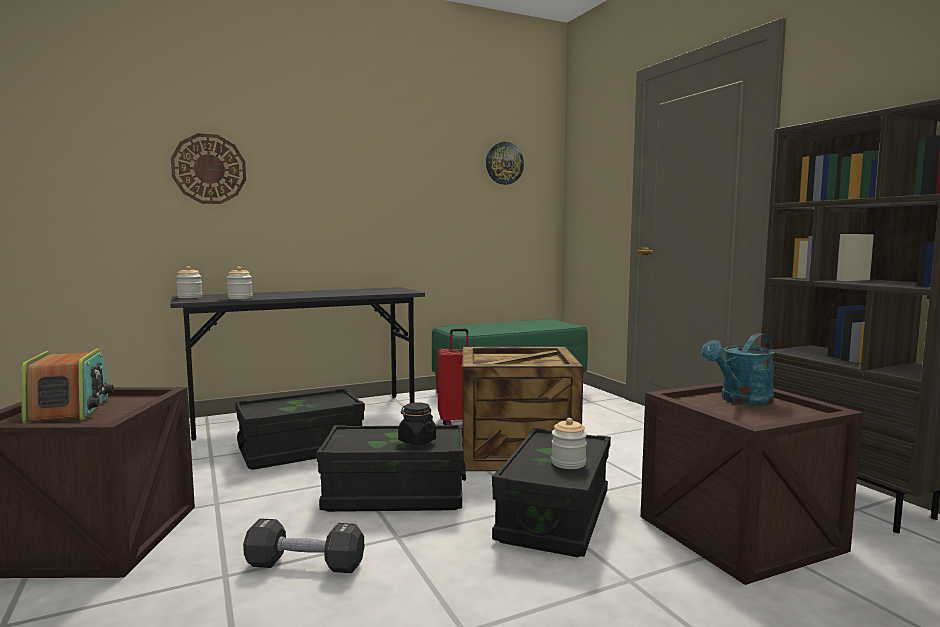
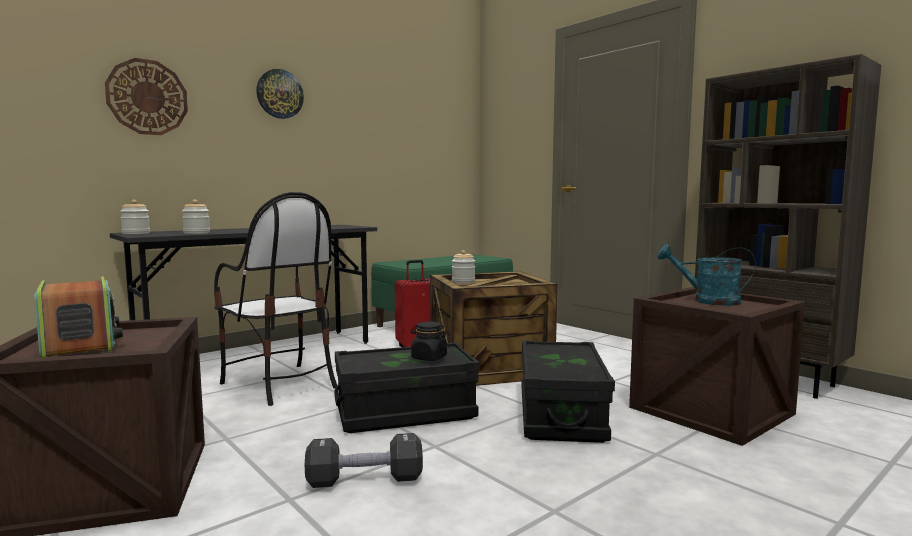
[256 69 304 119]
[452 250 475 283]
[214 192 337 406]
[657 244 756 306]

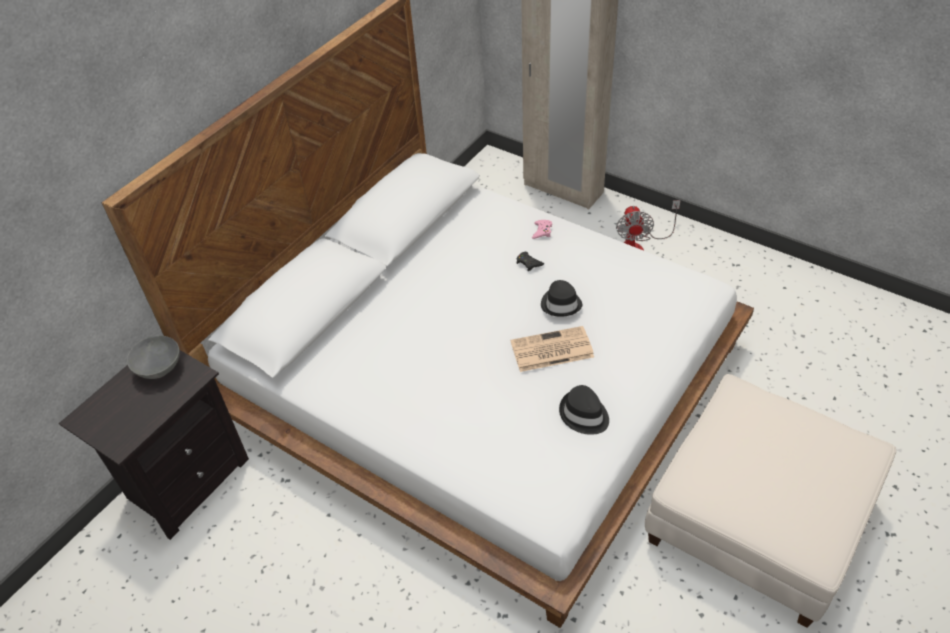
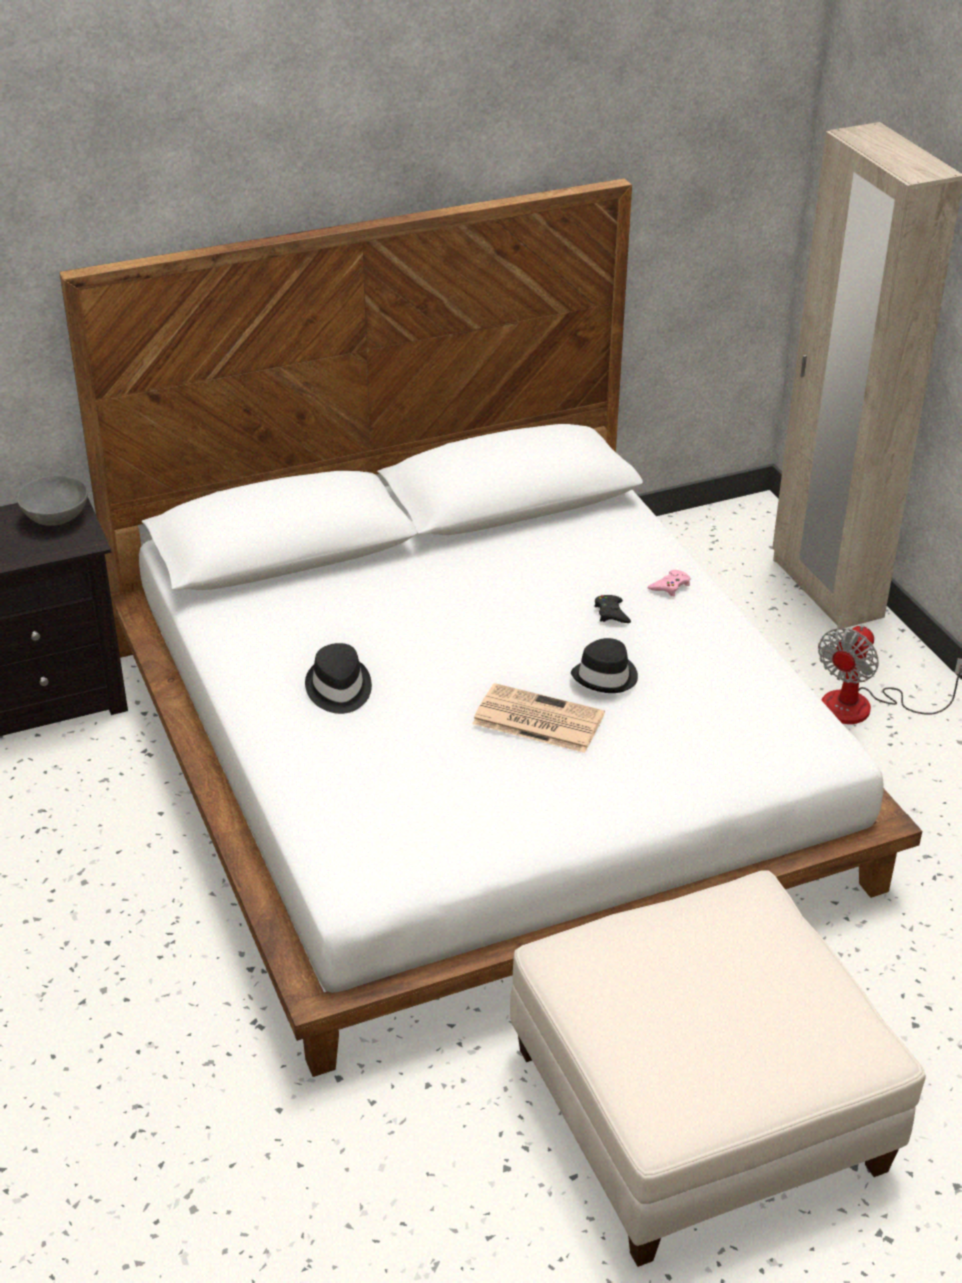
[305 643 372 714]

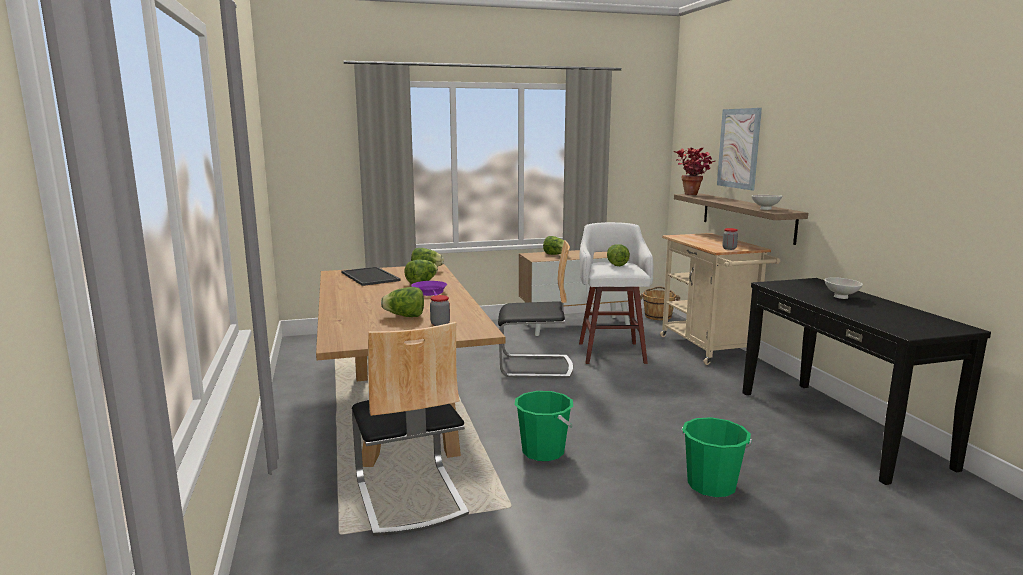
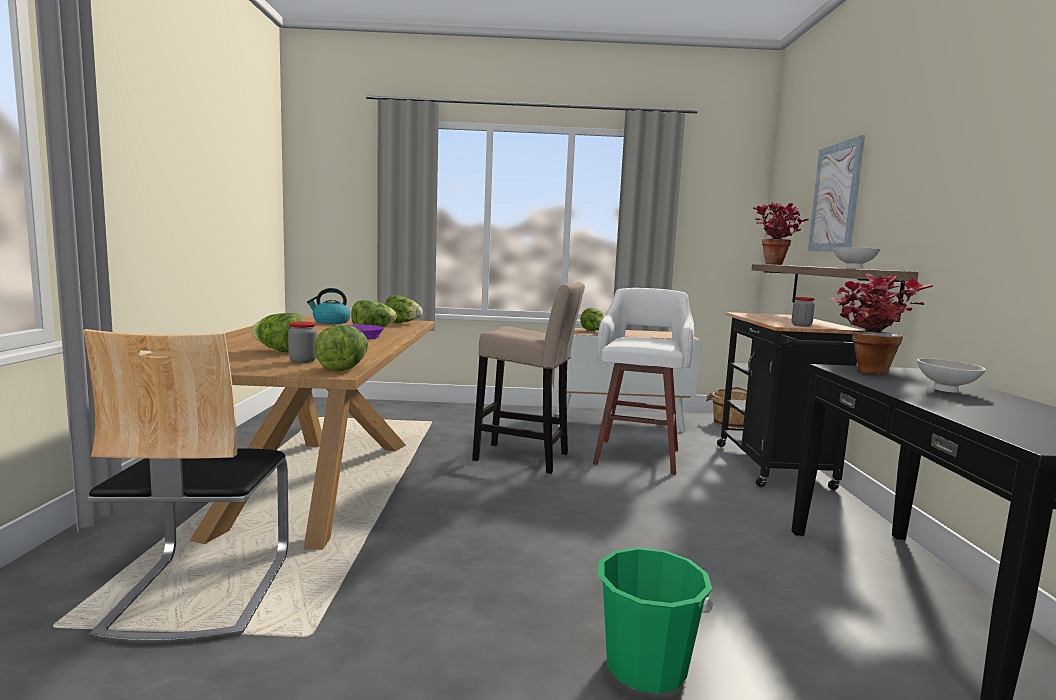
[515 391 573 461] (first image)
[830 274 934 375]
[314 325 368 371]
[307 288 351 324]
[472 282 585 474]
[717 312 865 490]

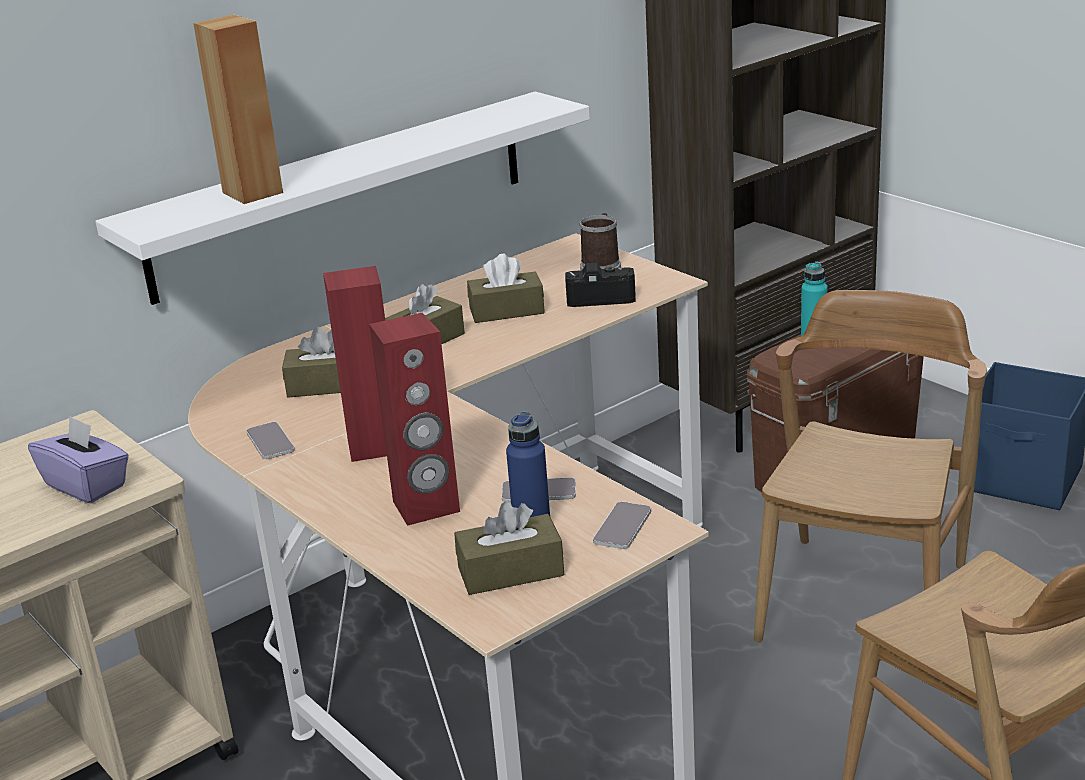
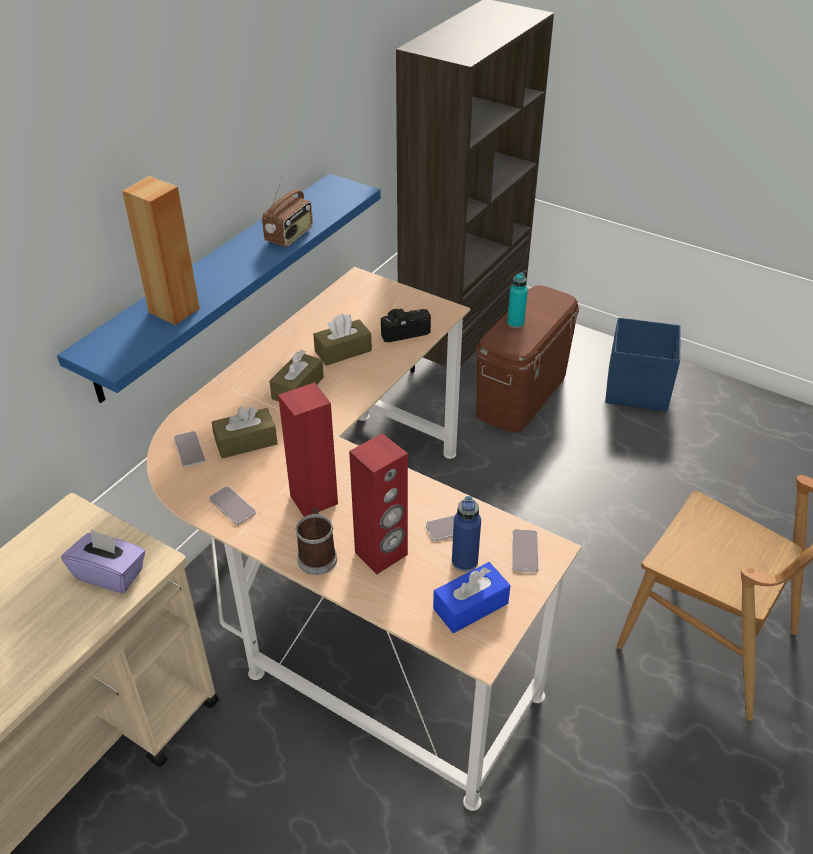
[754 290 987 643] (first image)
[174 431 205 467]
[262 175 313 247]
[296 508 337 575]
[57 174 381 403]
[433 562 511 633]

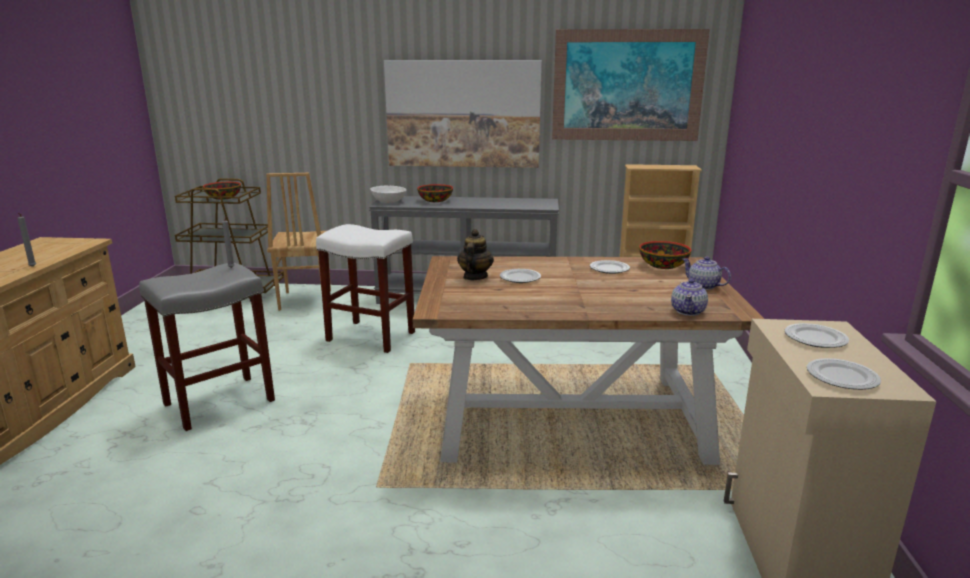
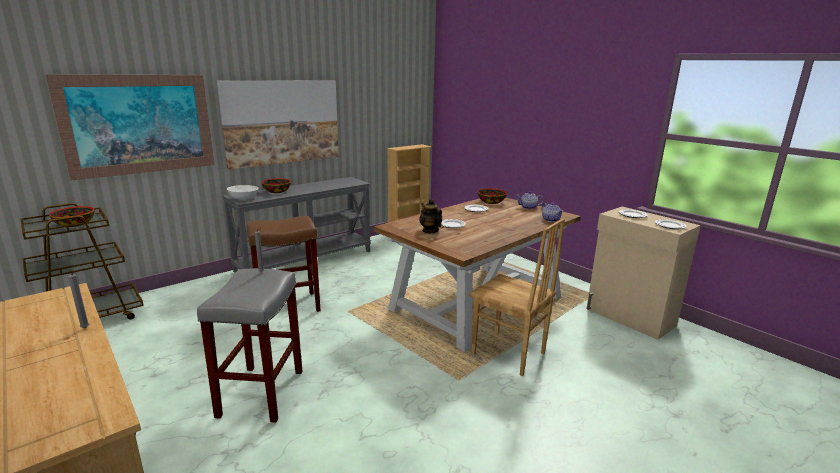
[469 218 565 377]
[46 74 214 180]
[247 216 321 312]

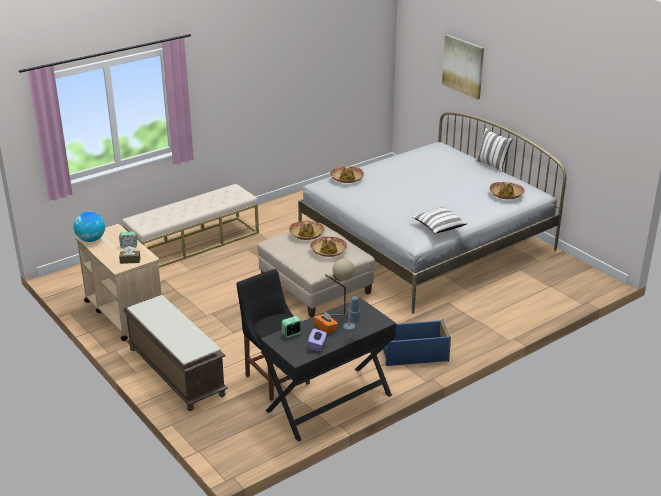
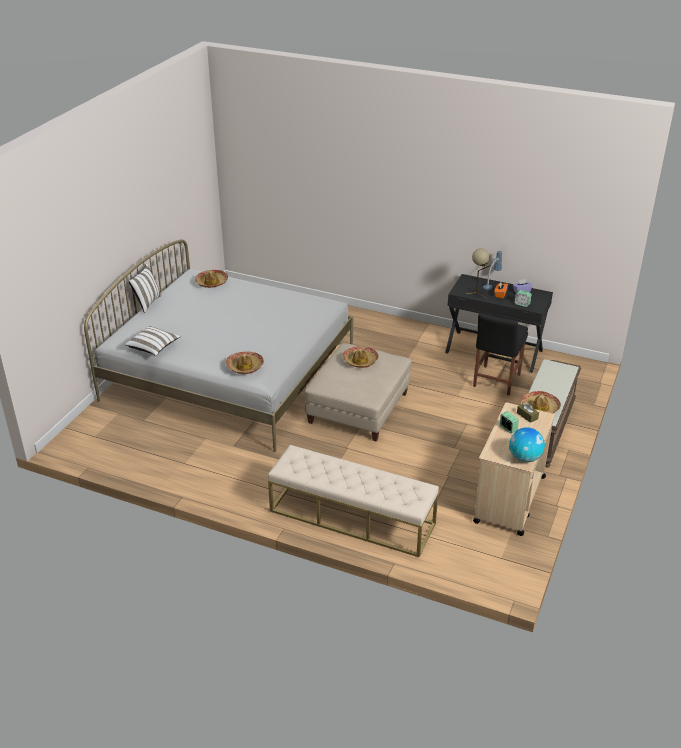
[382 319 451 366] (first image)
[442 34 484 99] (first image)
[521 391 561 414]
[125 326 181 356]

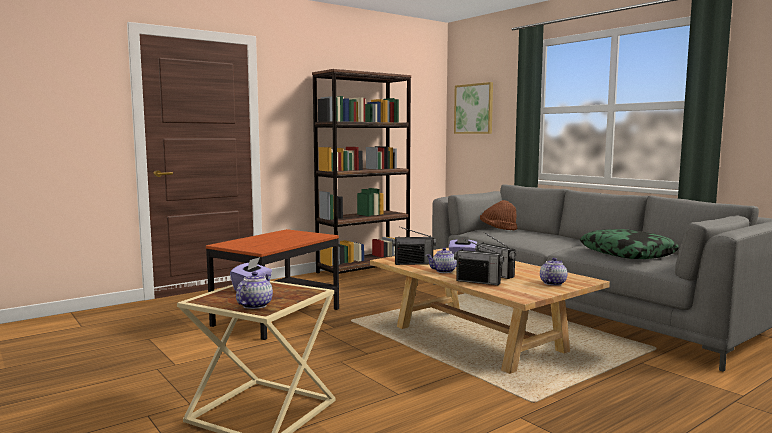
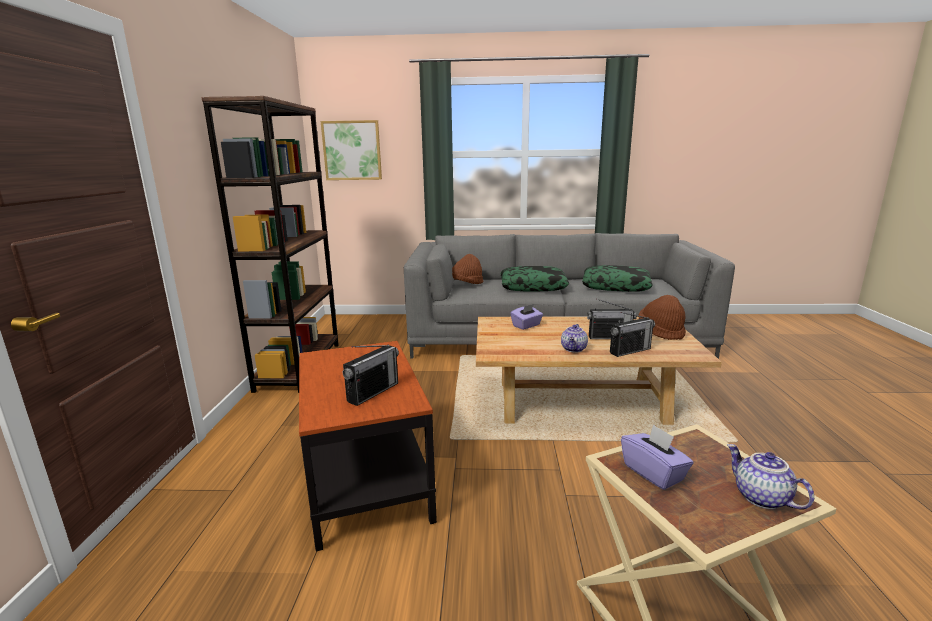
[500 266 569 292]
[342 345 399 406]
[639 295 686 340]

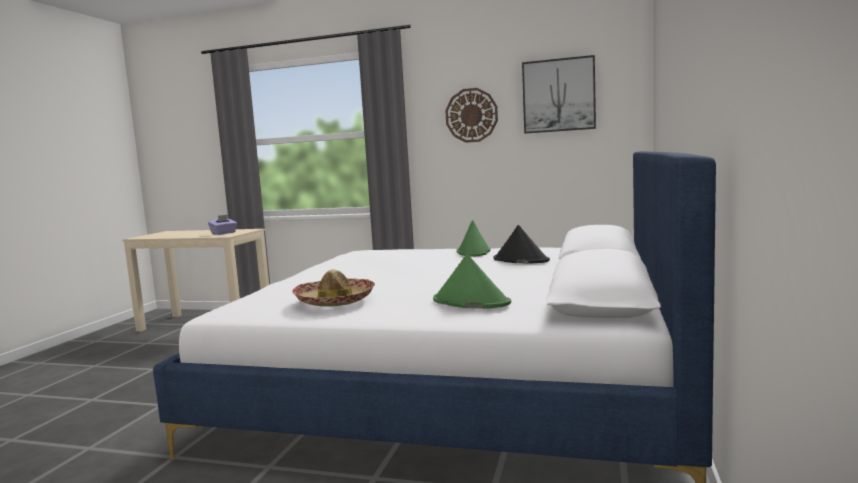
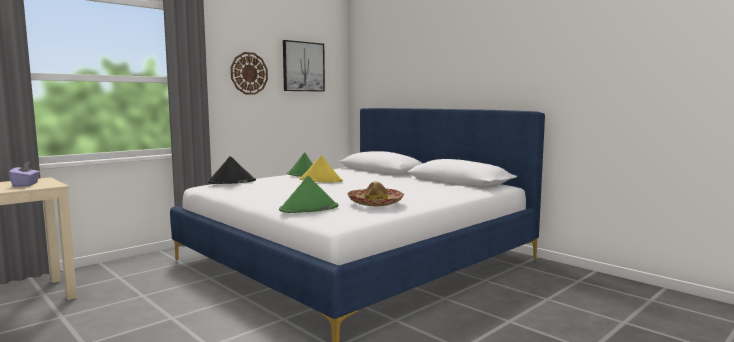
[299 155 343 182]
[279 176 338 213]
[208 156 256 184]

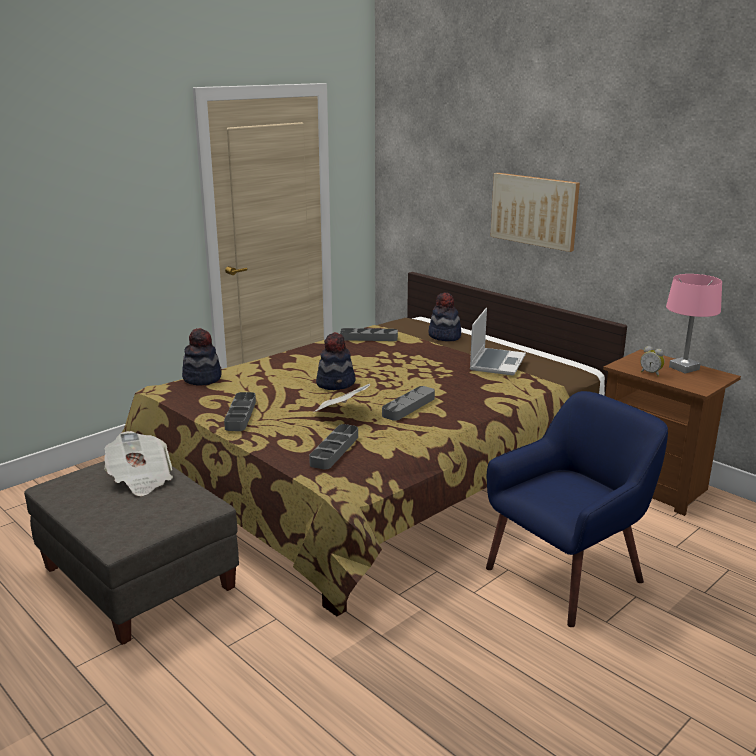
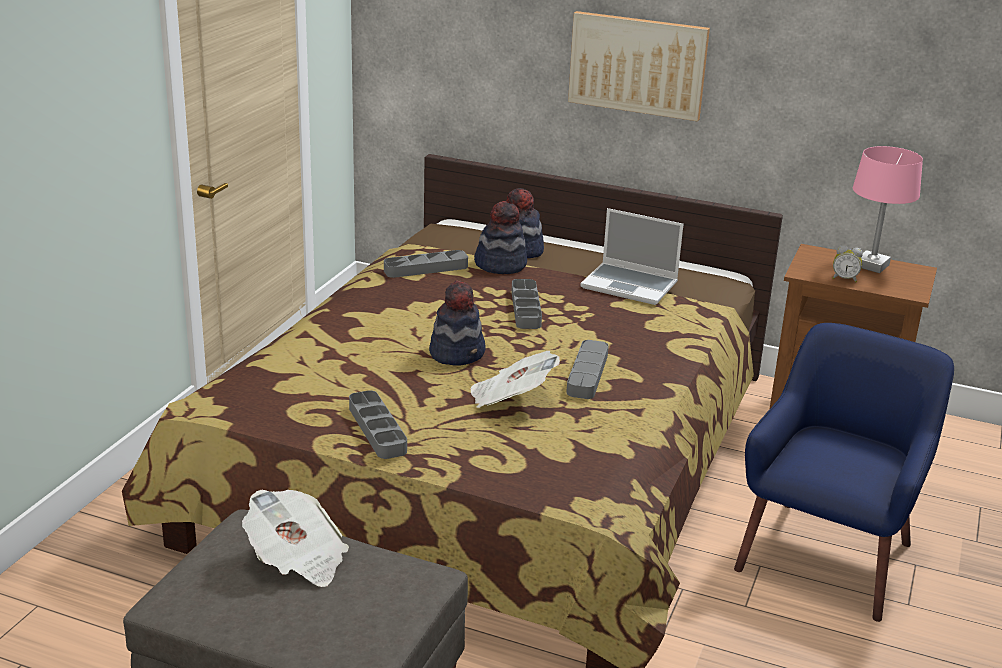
[474 201 527 274]
[512 279 542 329]
[580 208 683 305]

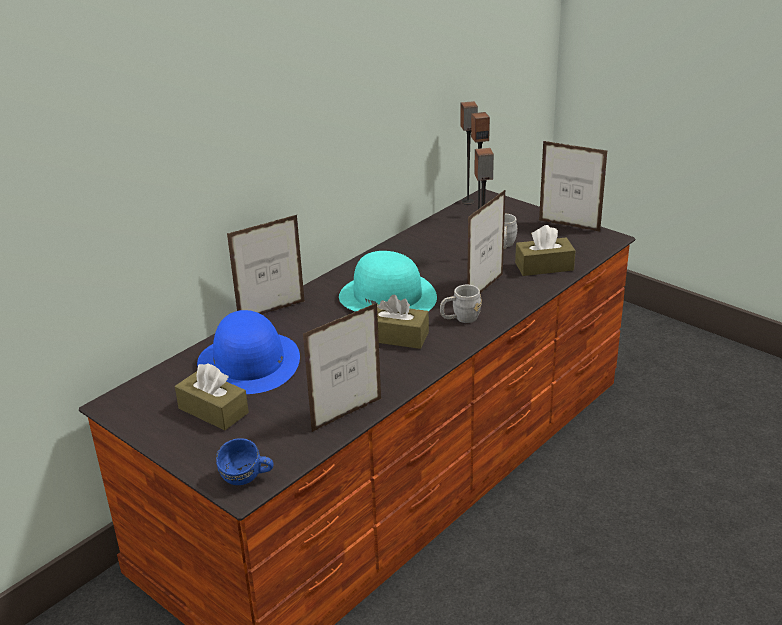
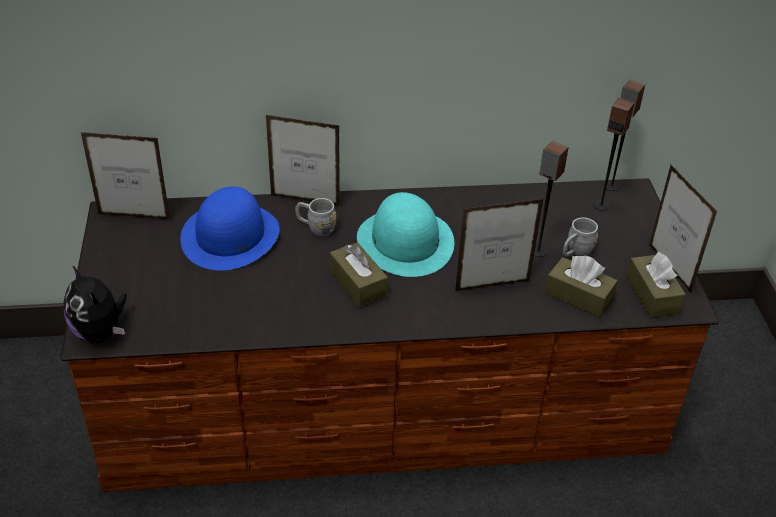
[626 252 686 318]
[81 132 171 220]
[295 198 336 237]
[63 265 127 343]

